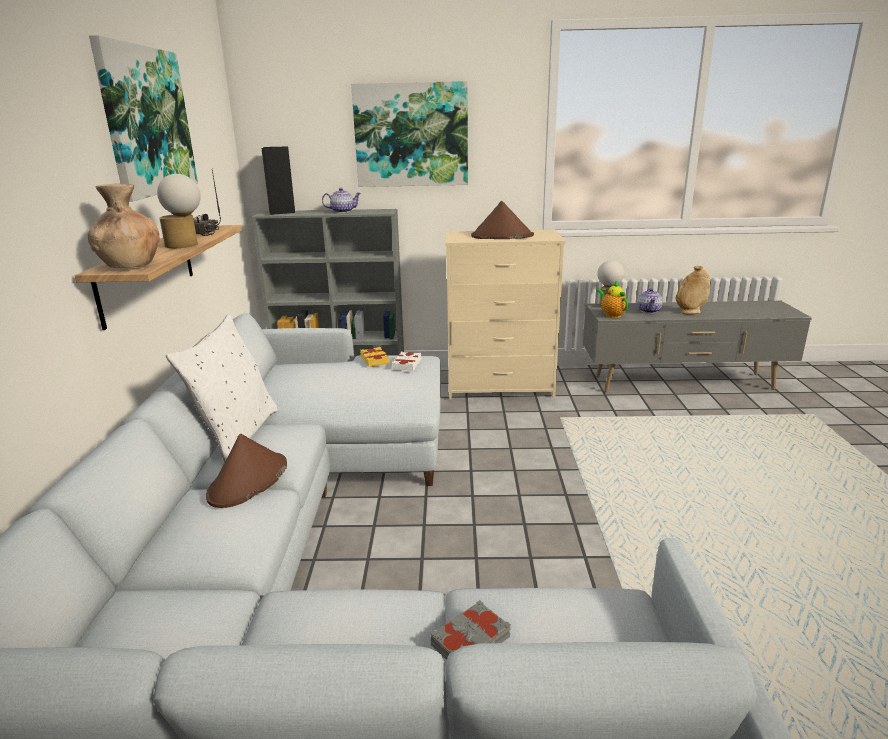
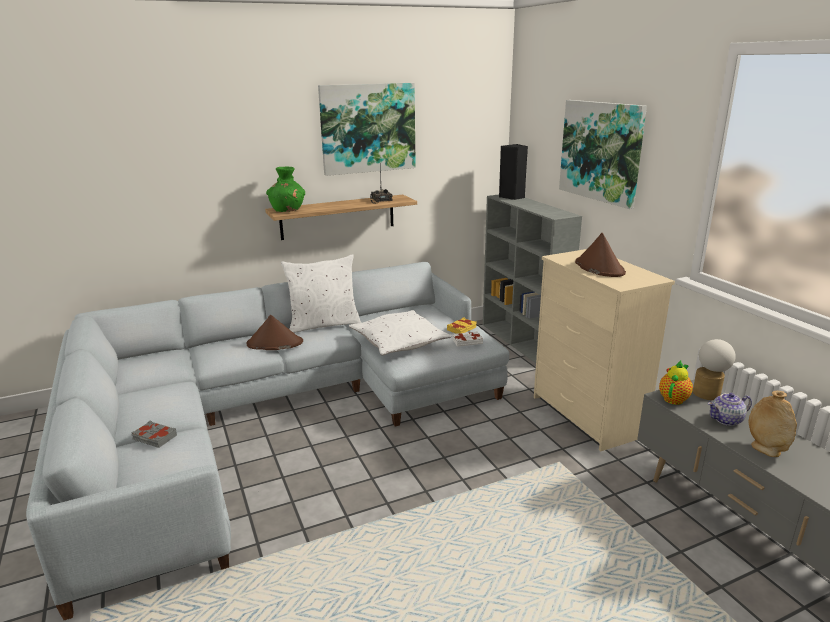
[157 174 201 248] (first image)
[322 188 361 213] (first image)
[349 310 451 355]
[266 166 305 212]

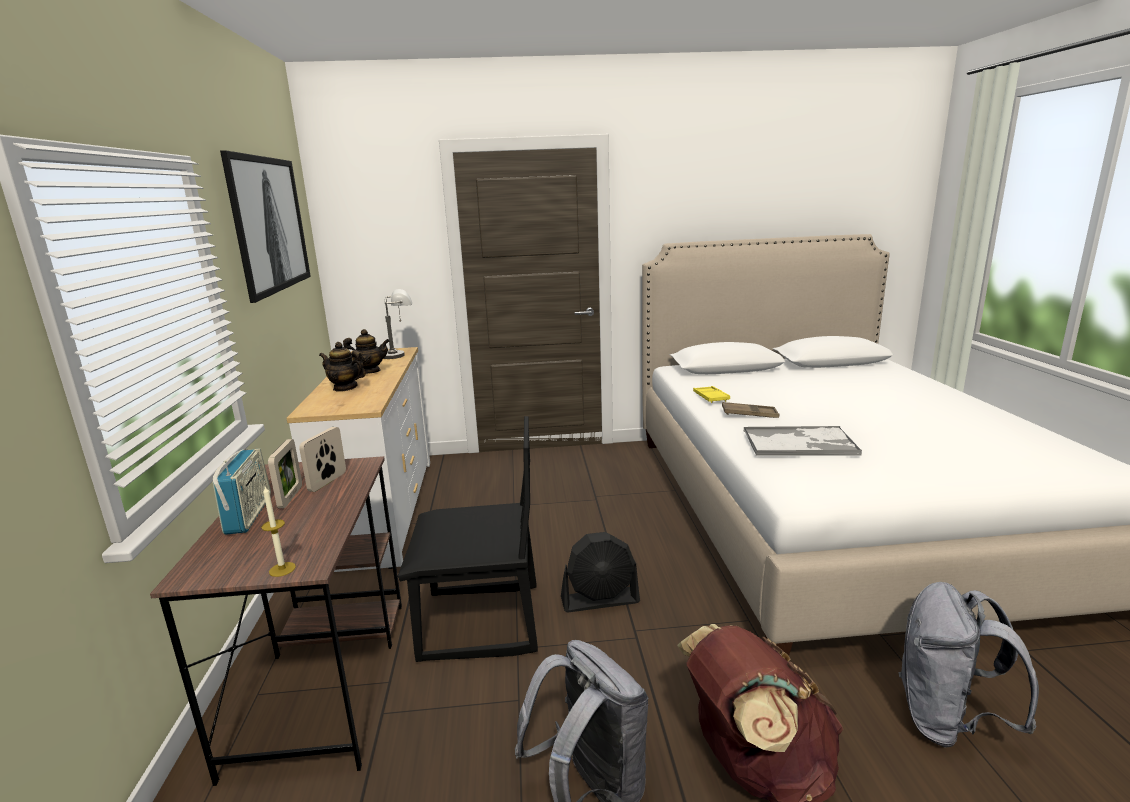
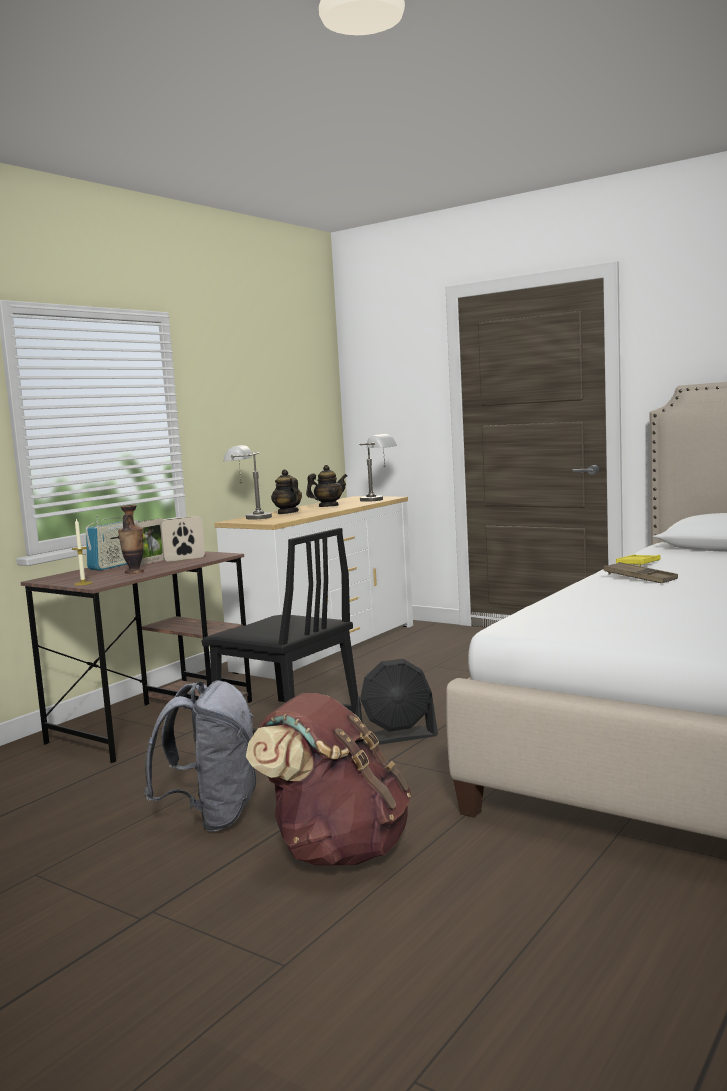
[220 150 311 303] (first image)
[743 426 862 456] (first image)
[898 582 1039 748] (first image)
[118 505 144 574]
[223 445 272 520]
[306 465 347 507]
[355 659 438 746]

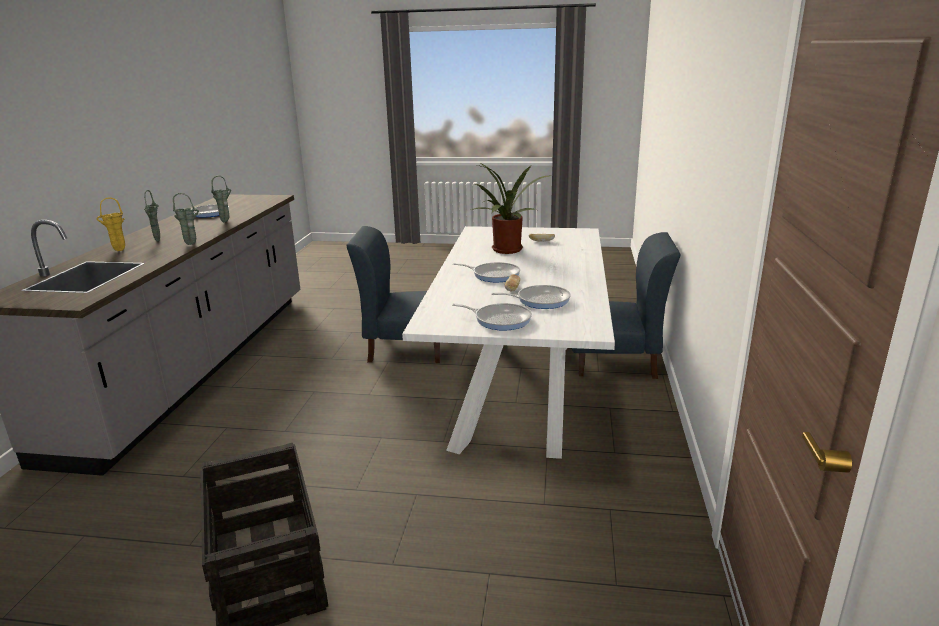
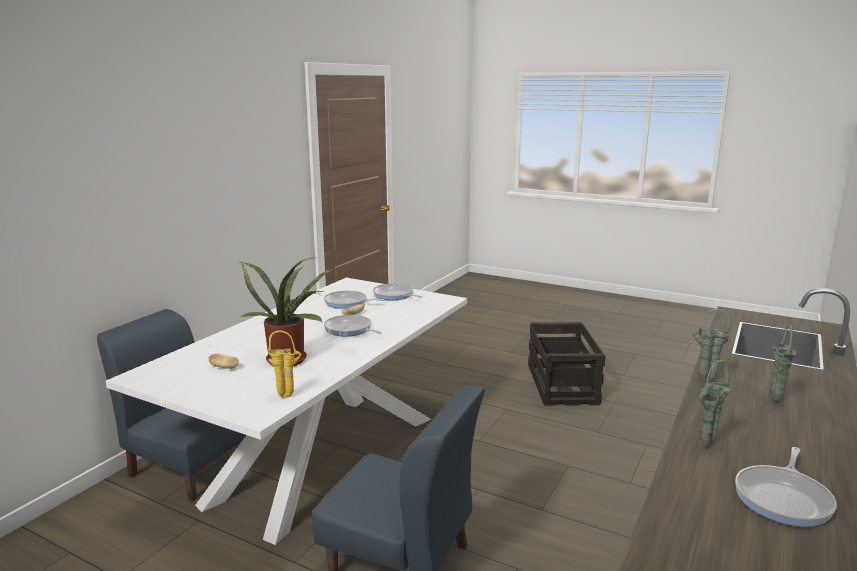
[268 330 302 398]

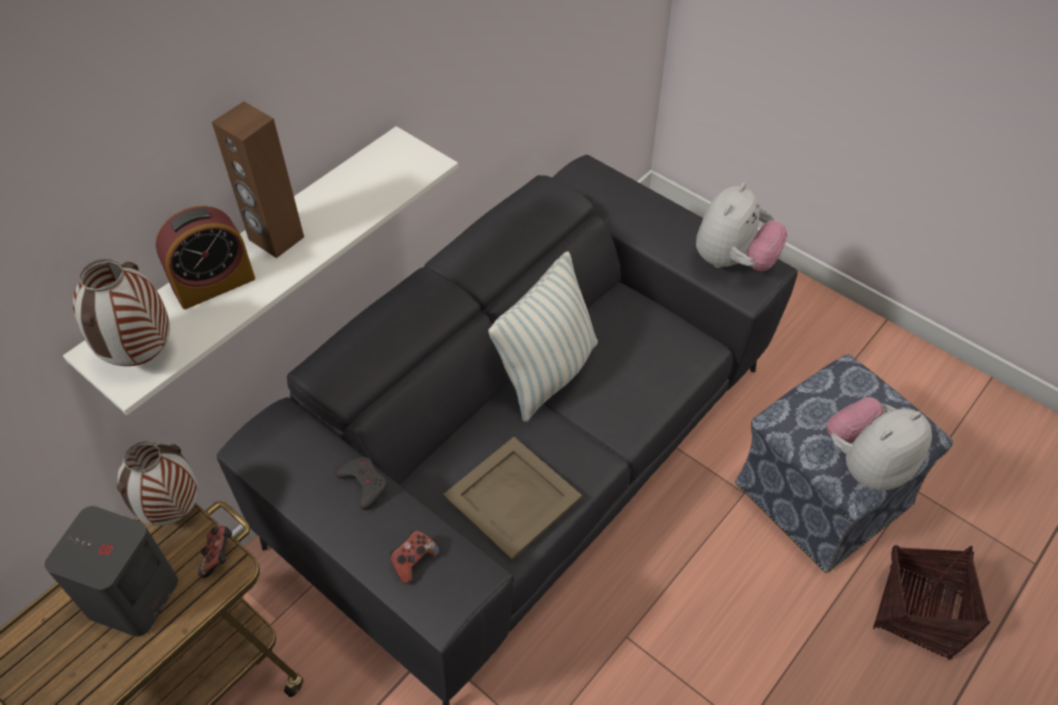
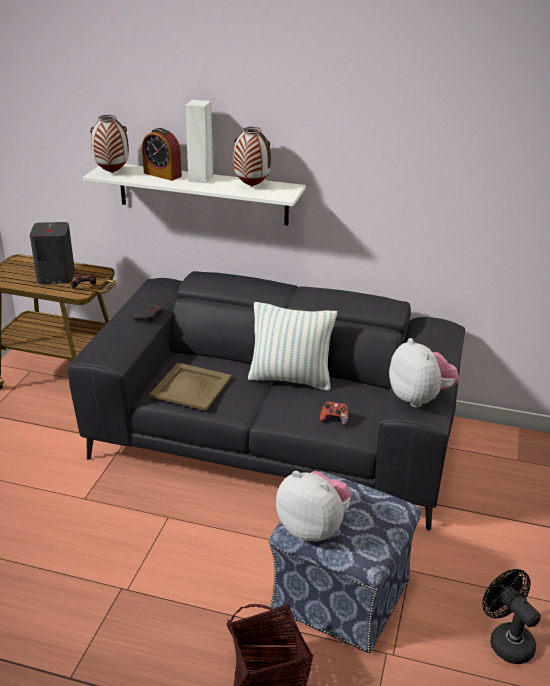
[482 569 541 664]
[233 127 271 186]
[320 401 349 426]
[185 100 213 183]
[389 338 459 408]

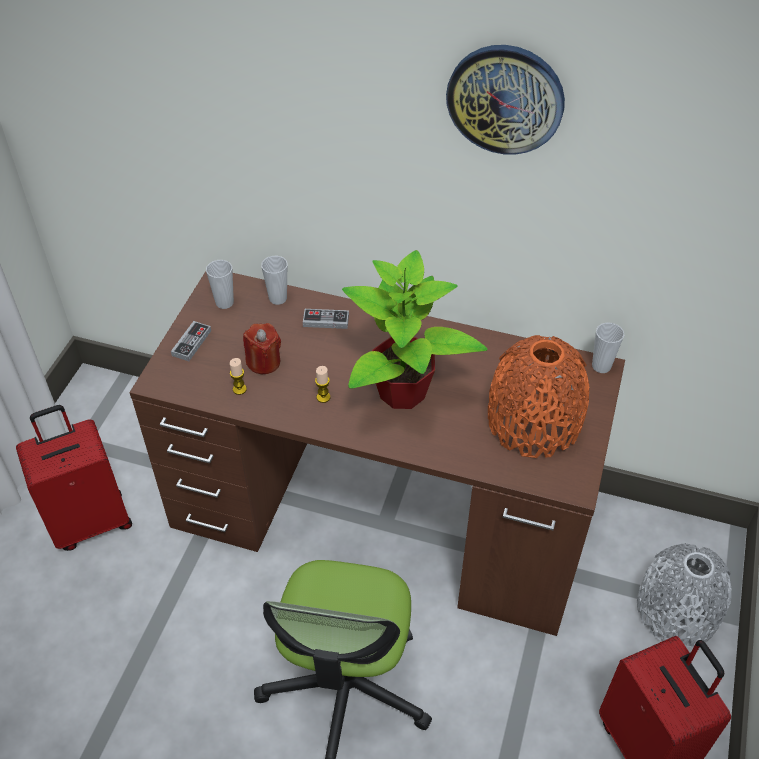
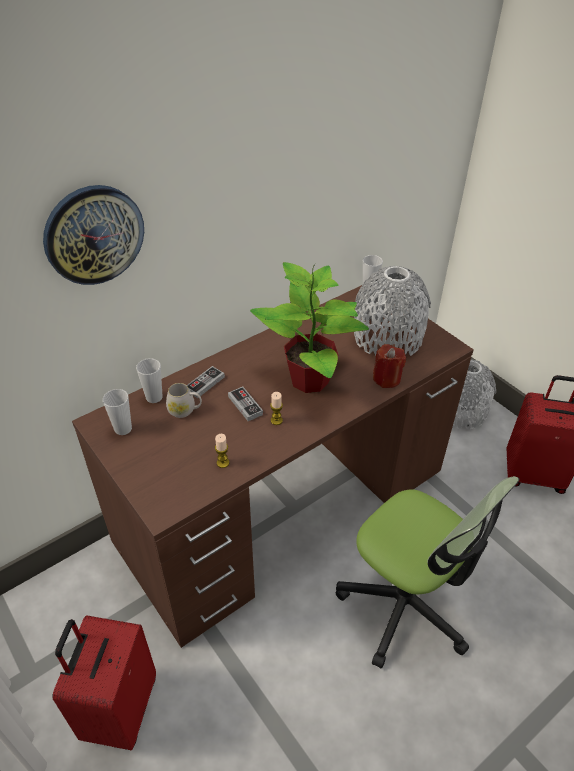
[166 383 202 418]
[228 387 263 421]
[373 344 406 388]
[43 185 144 285]
[354 266 431 356]

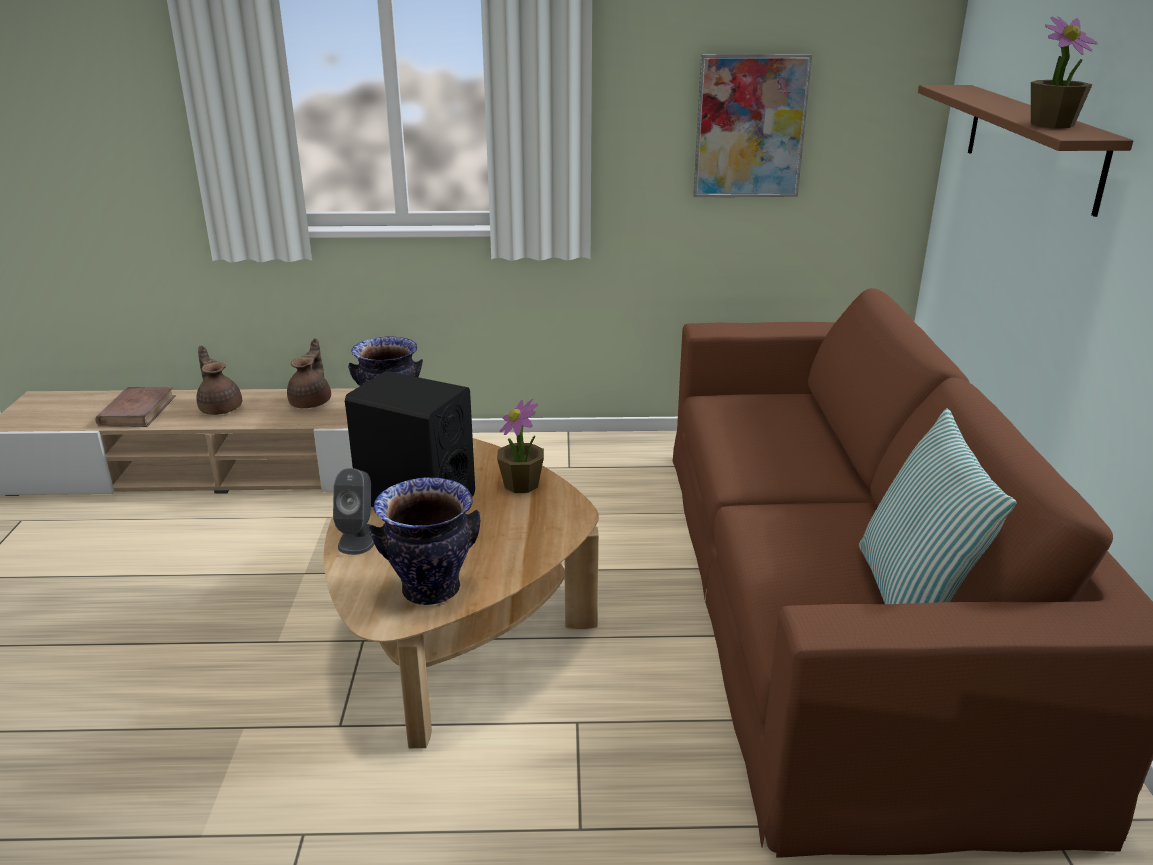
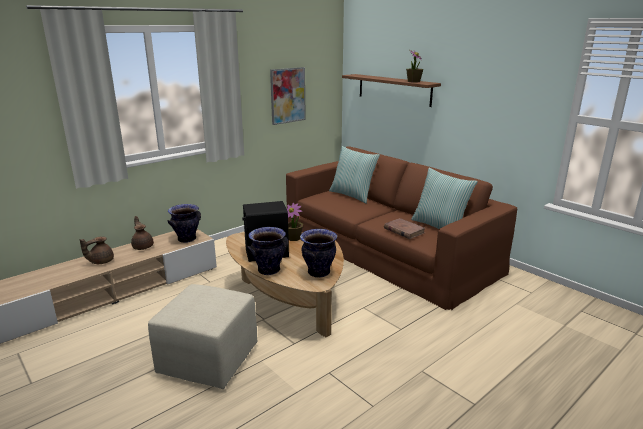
[148 284 257 389]
[329 146 380 204]
[384 218 425 239]
[247 227 288 275]
[80 237 114 264]

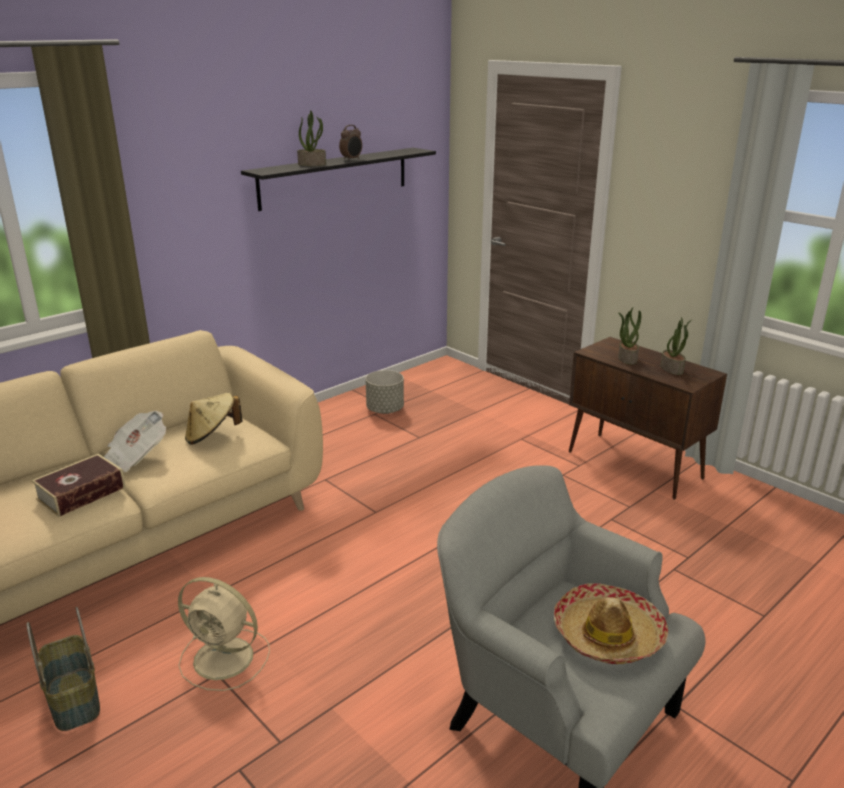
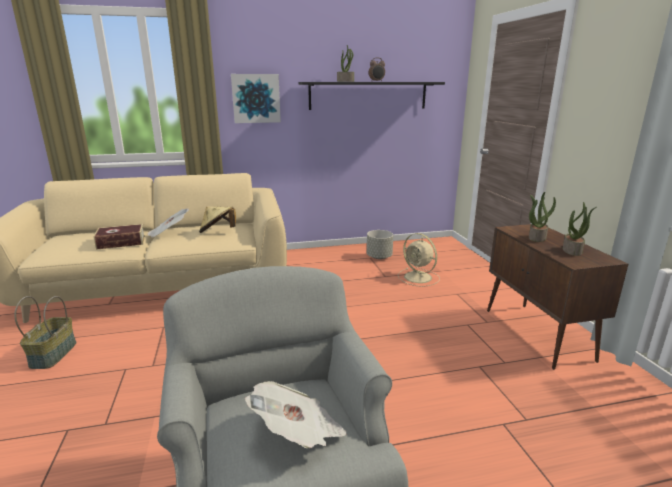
[231 74 281 123]
[398 233 440 287]
[245 381 346 449]

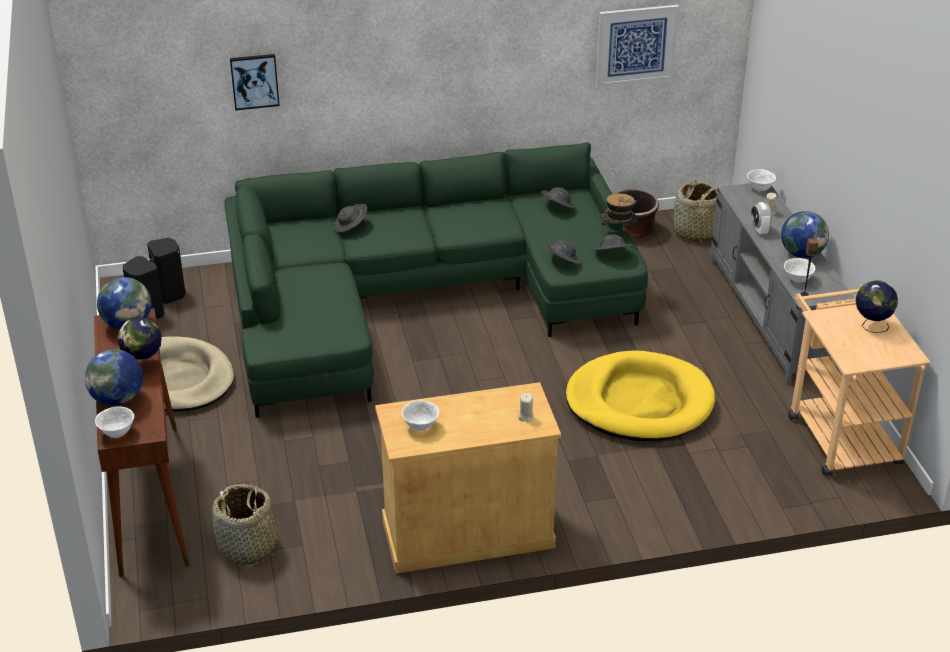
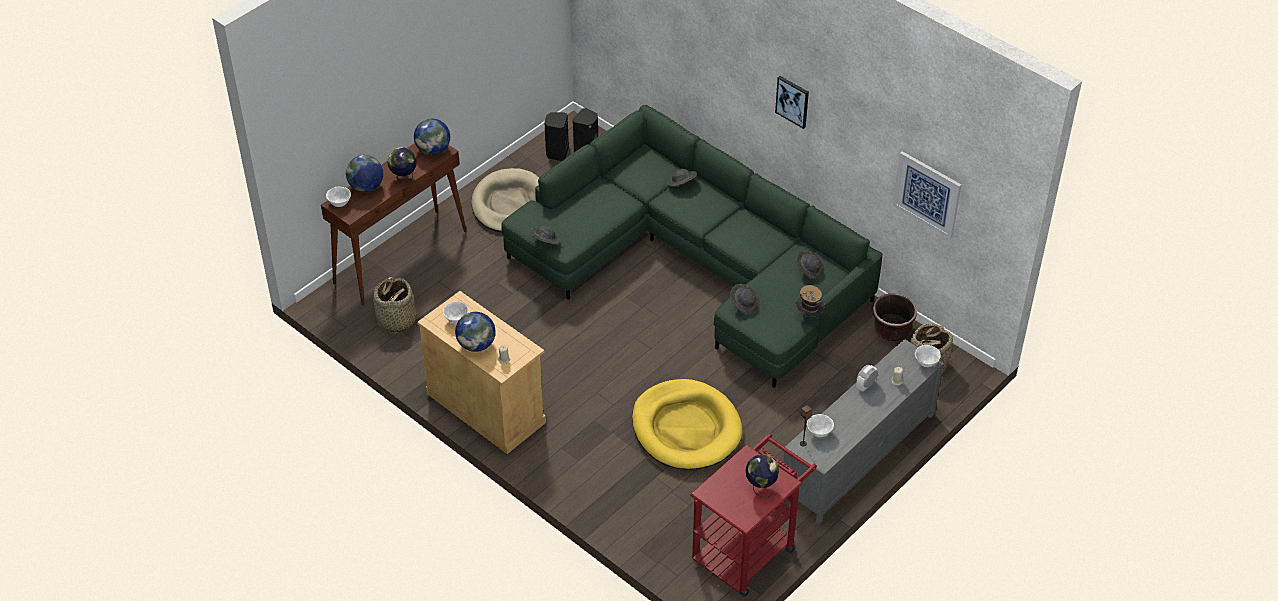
[775 76 809 129]
[529 226 560 244]
[455 312 496 352]
[690 433 817 597]

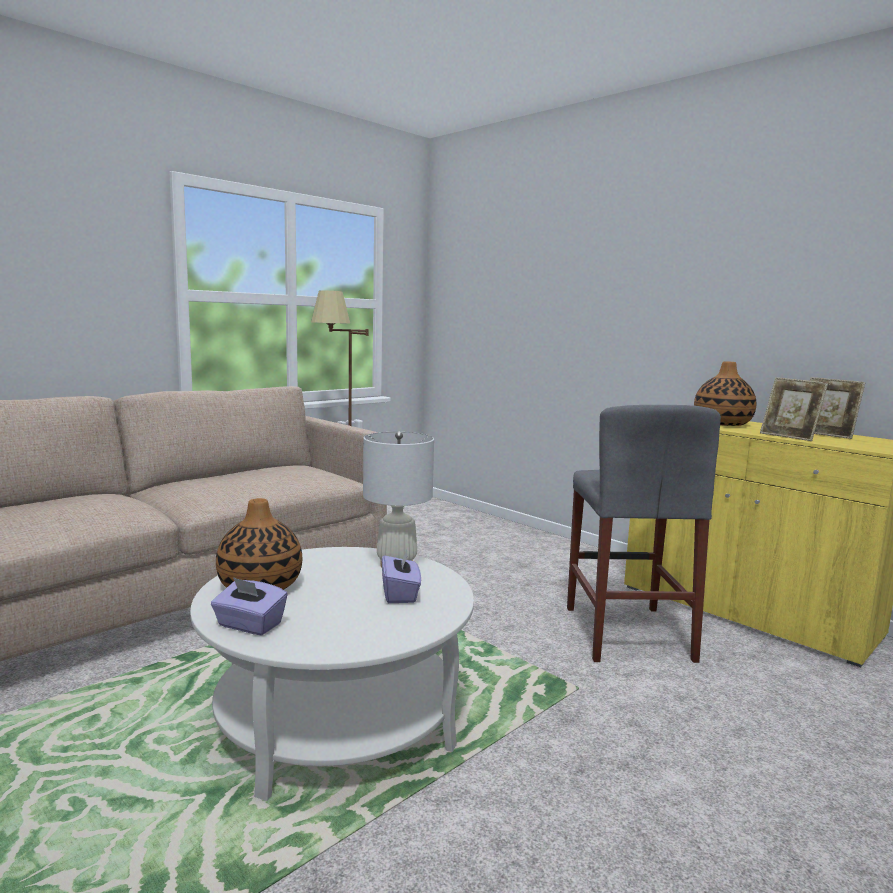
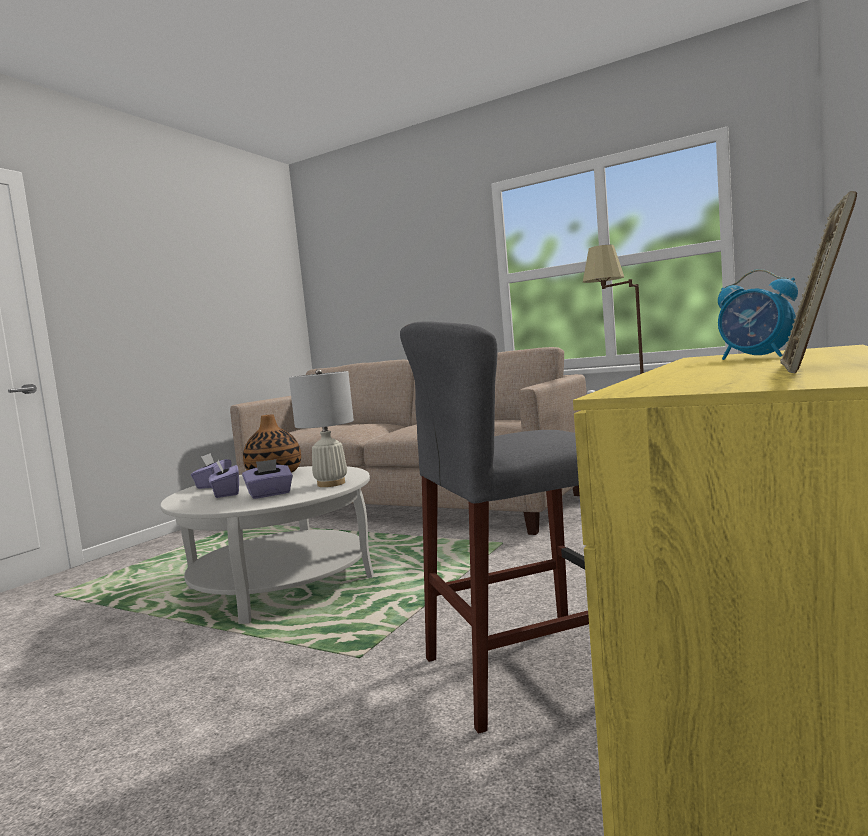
[760 377 828 441] (first image)
[209 460 239 498]
[718 269 798 360]

